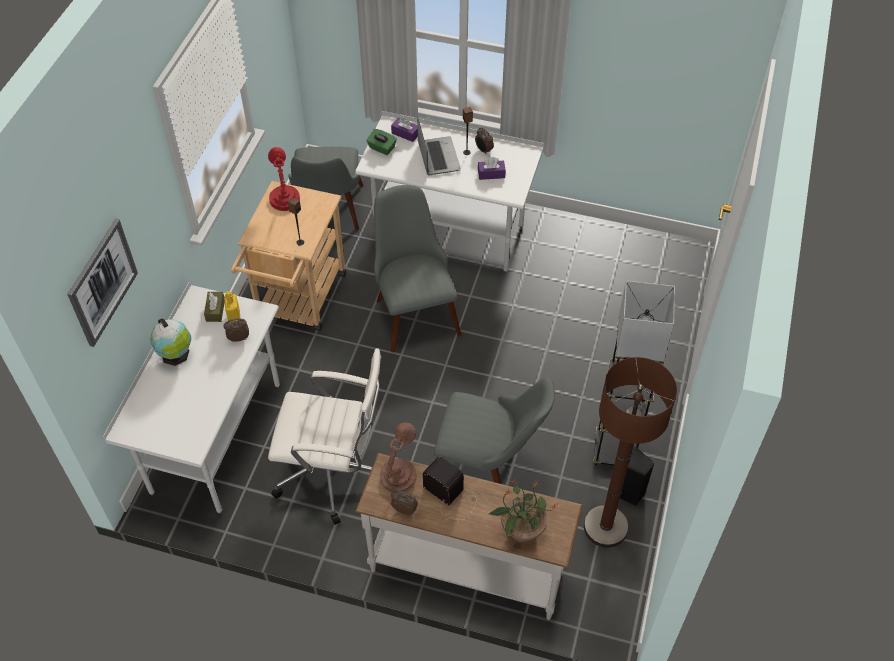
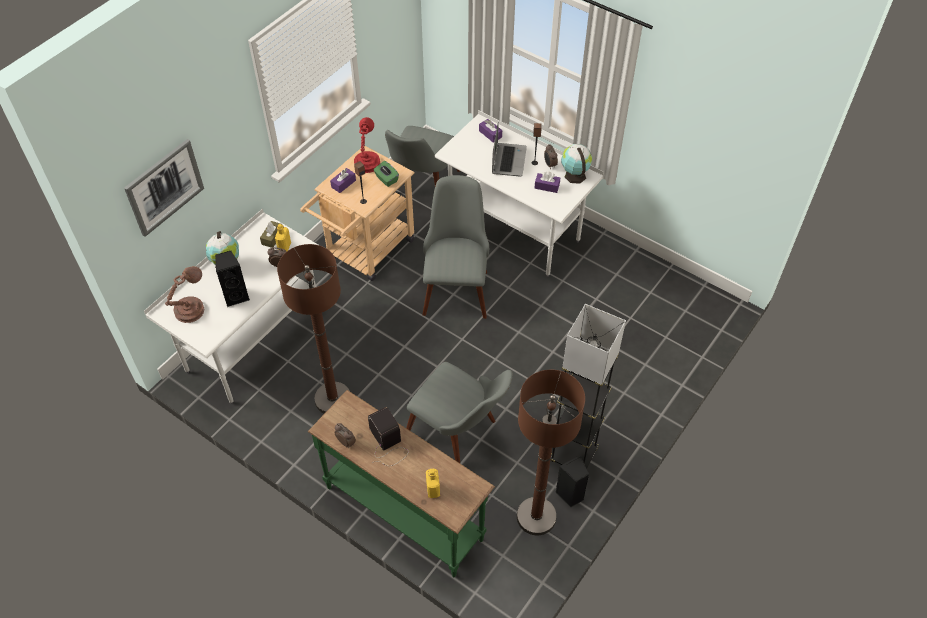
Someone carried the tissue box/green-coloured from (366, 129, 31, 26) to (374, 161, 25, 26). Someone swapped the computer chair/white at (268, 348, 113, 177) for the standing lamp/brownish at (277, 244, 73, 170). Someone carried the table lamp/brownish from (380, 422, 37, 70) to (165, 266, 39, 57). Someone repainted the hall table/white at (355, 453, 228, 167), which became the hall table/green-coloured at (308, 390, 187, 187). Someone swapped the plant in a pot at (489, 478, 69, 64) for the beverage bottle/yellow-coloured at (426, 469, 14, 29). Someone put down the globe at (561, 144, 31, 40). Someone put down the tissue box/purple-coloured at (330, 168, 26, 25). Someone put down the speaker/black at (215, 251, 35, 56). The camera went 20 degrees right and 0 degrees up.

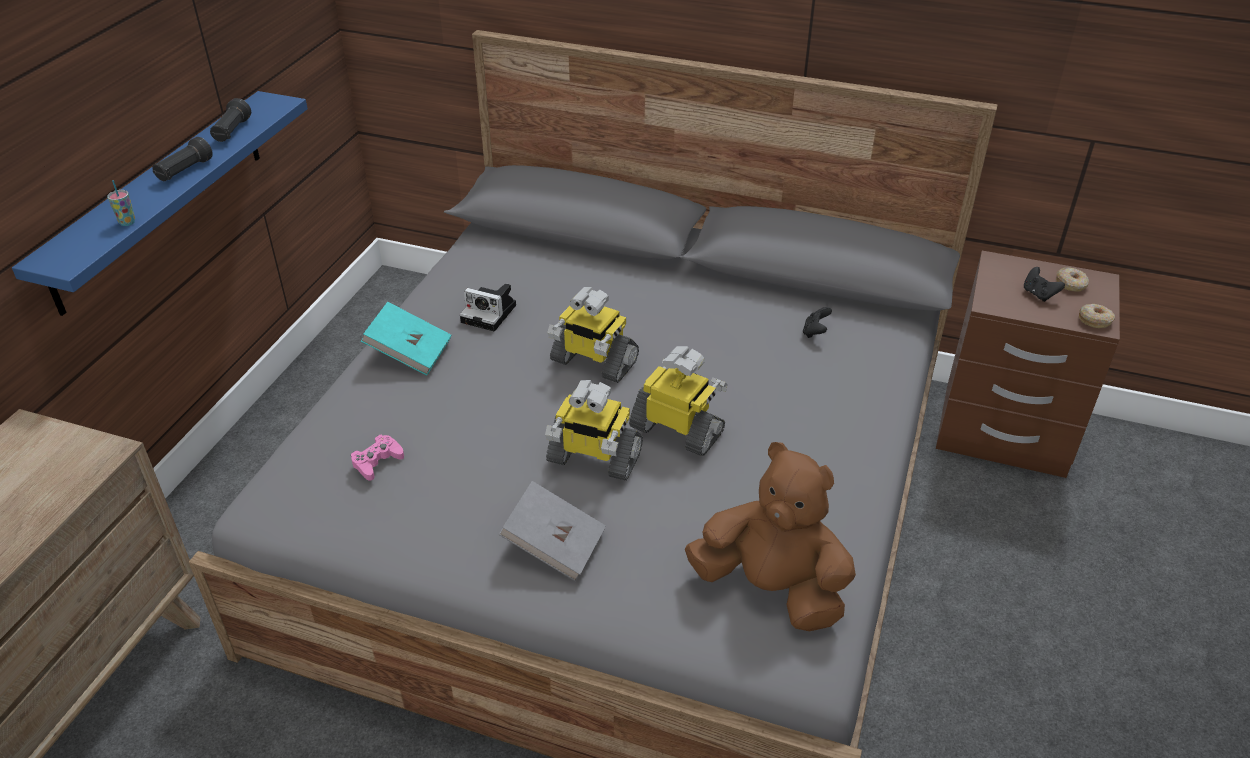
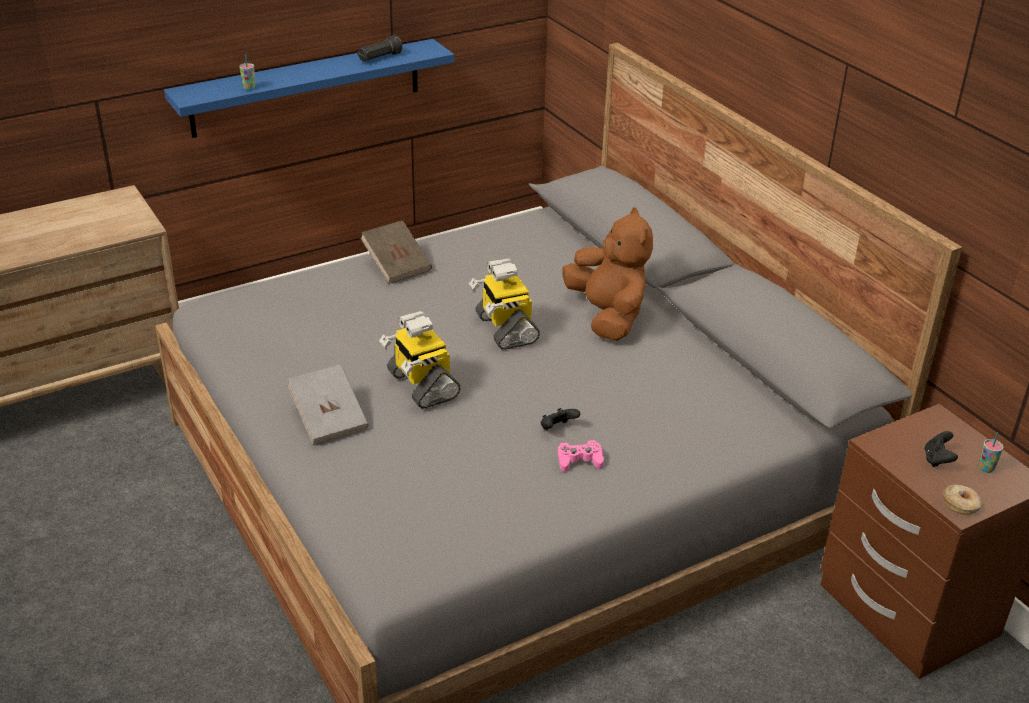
Someone took away the flashlight/black at (153, 137, 60, 44). Someone swapped the doughnut at (1056, 267, 33, 25) for the cup at (979, 433, 24, 40). Someone took away the still camera at (460, 283, 56, 48). Someone repainted the book/turquoise at (361, 302, 90, 74), which became the book/brownish at (360, 220, 72, 64). Someone carried the joypad/black from (803, 307, 29, 31) to (541, 408, 39, 22). Someone took away the toy robot at (629, 346, 98, 110). Someone carried the joypad/pinkish from (351, 435, 53, 46) to (558, 440, 46, 32). Someone carried the cuddly toy/brownish from (685, 442, 171, 189) to (562, 207, 91, 134). The camera went 40 degrees right and 5 degrees down.

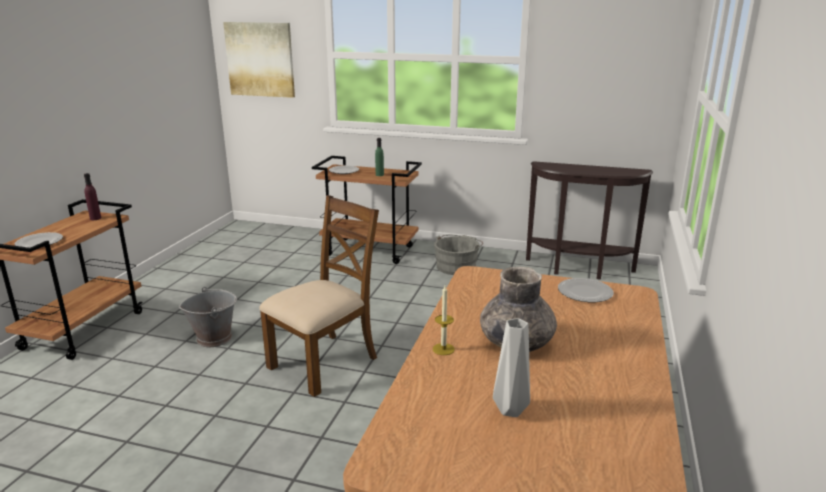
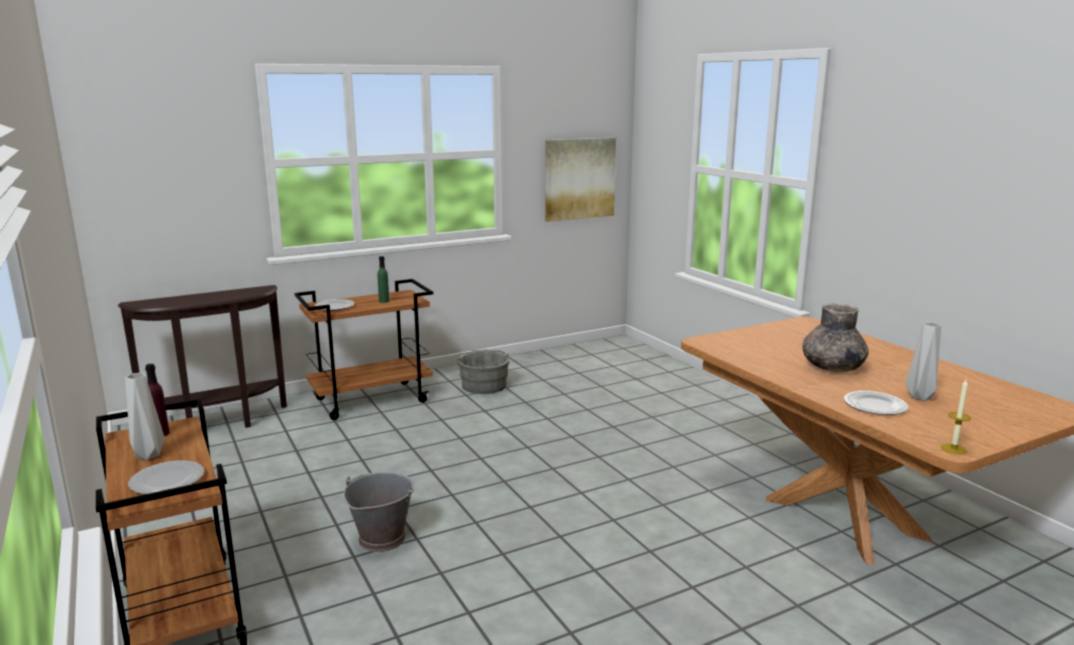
Someone carried the picture from (223, 22, 72, 76) to (545, 138, 71, 84). Someone carried the hall table/brownish from (526, 161, 127, 119) to (118, 285, 169, 143). Someone took away the upright chair/brownish at (259, 195, 120, 202). Someone carried the plate from (558, 278, 56, 24) to (844, 391, 64, 24). Someone carried the wax light from (433, 286, 22, 69) to (941, 380, 30, 74). Someone put down the decorative vase/grey at (125, 373, 40, 87). The camera went 45 degrees left and 5 degrees down.

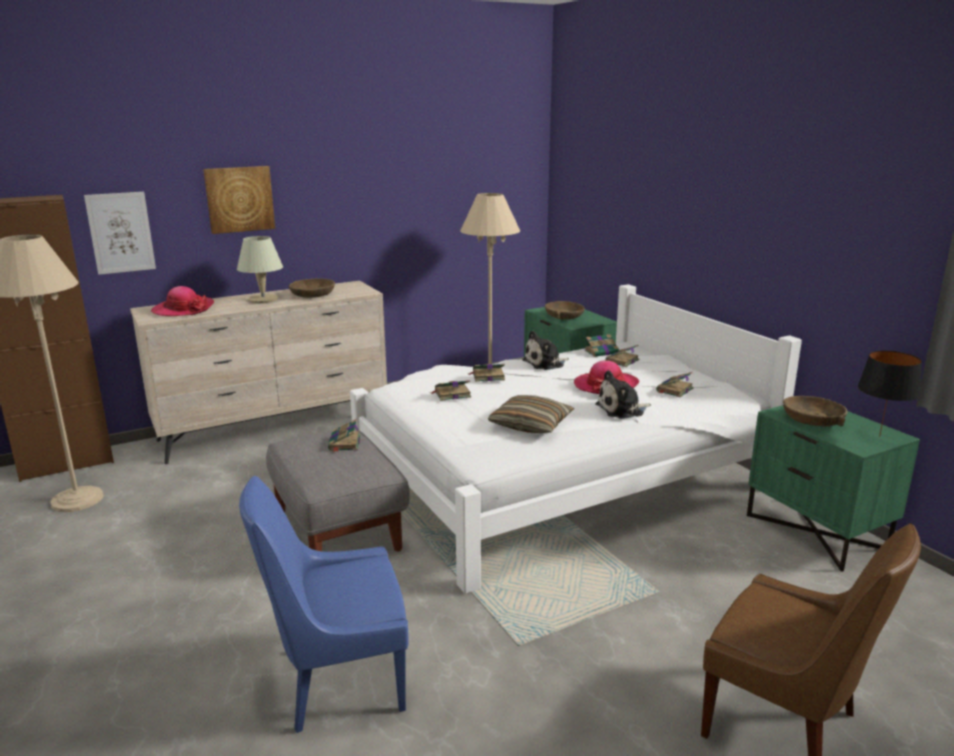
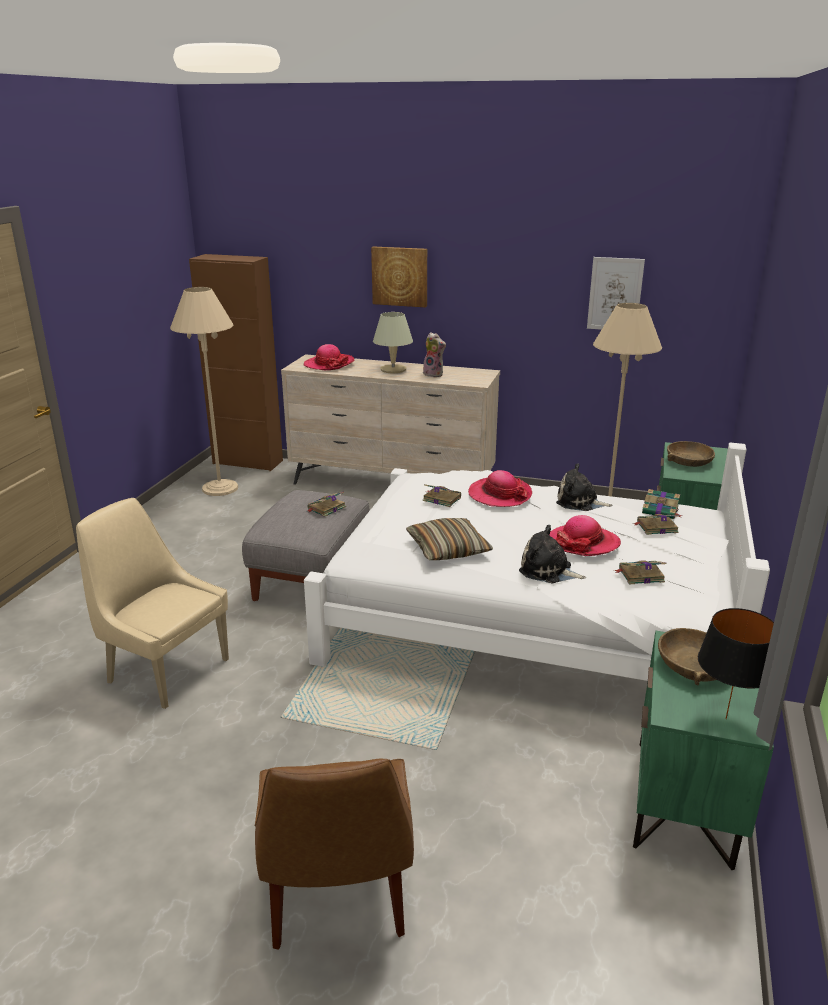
Someone carried the picture from (84, 192, 72, 83) to (587, 257, 58, 73). Someone swapped the bowl/brownish at (289, 279, 46, 19) for the cuddly toy at (423, 332, 23, 45). Someone swapped the book at (467, 364, 38, 18) for the wearable hat at (468, 470, 64, 37). Someone repainted the upright chair/bluish at (239, 476, 170, 257), which became the upright chair/beige-coloured at (76, 498, 153, 211). The camera went 45 degrees right and 5 degrees up.

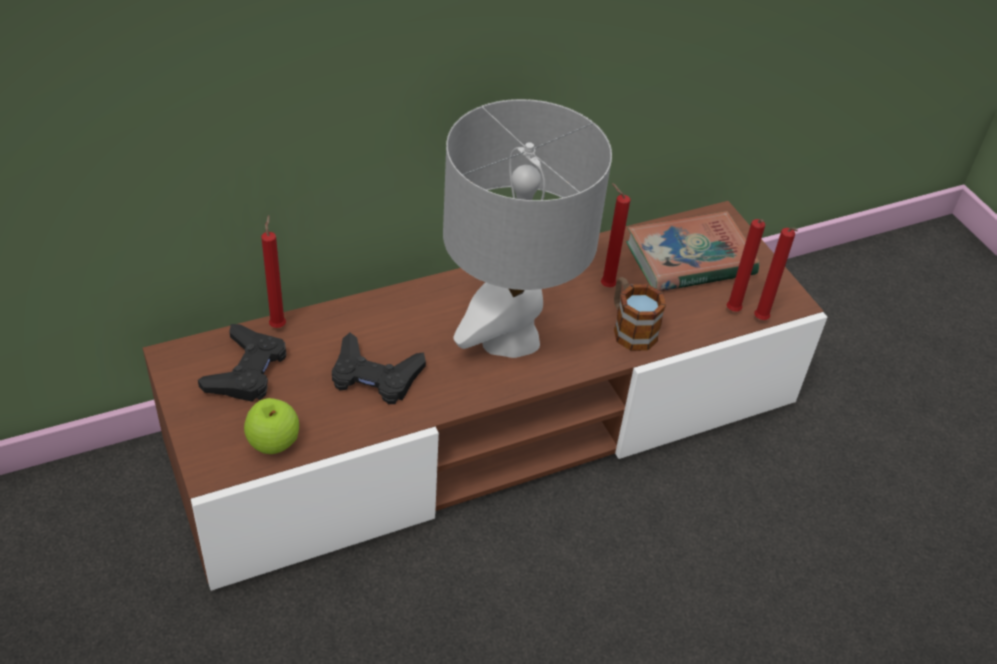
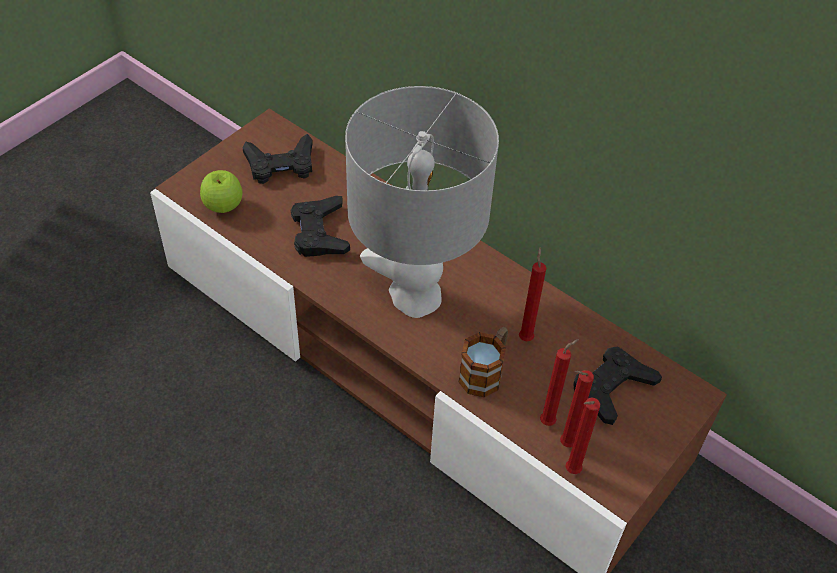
Someone swapped the book at (626, 211, 133, 80) for the joypad/black at (574, 346, 88, 79). Someone carried the wax light/red-coloured from (261, 215, 25, 113) to (540, 339, 39, 87). The camera went 65 degrees right and 5 degrees up.

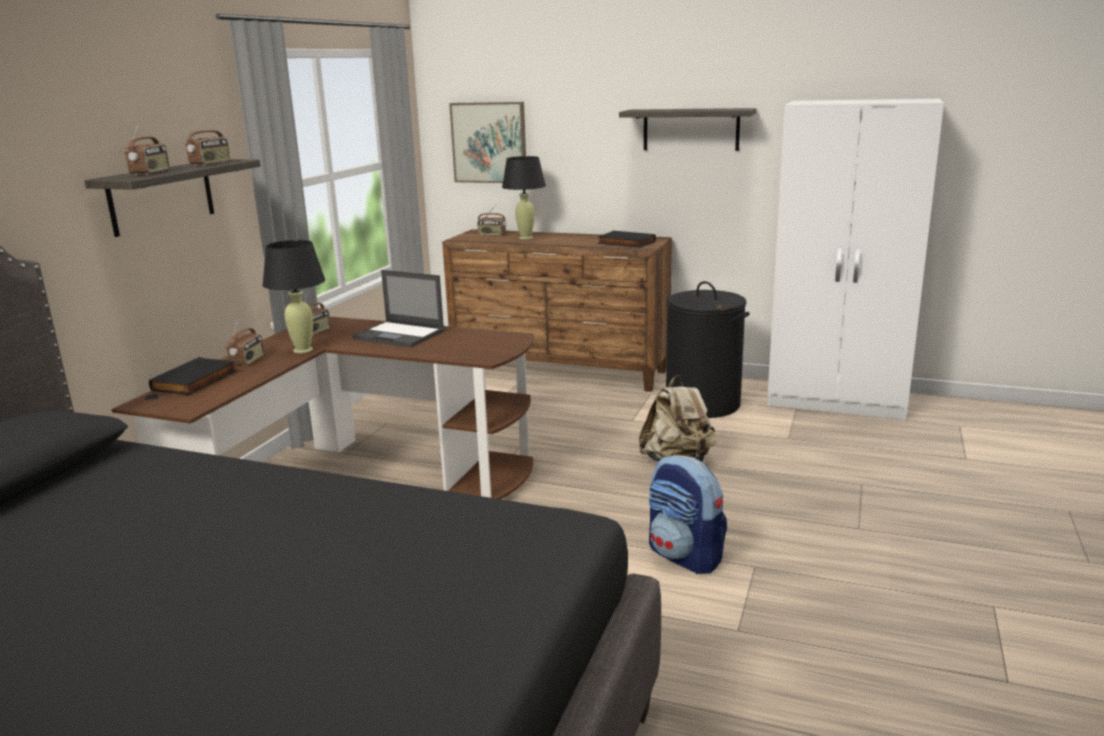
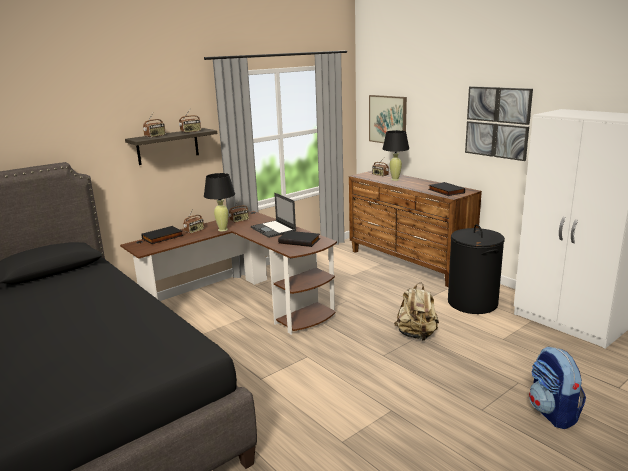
Someone swapped the shelf at (619, 108, 137, 43) for the picture at (465, 86, 68, 75). Someone carried the knapsack from (649, 455, 78, 119) to (529, 347, 57, 82). Someone put down the book/black at (278, 231, 42, 16). The camera went 30 degrees right and 0 degrees up.

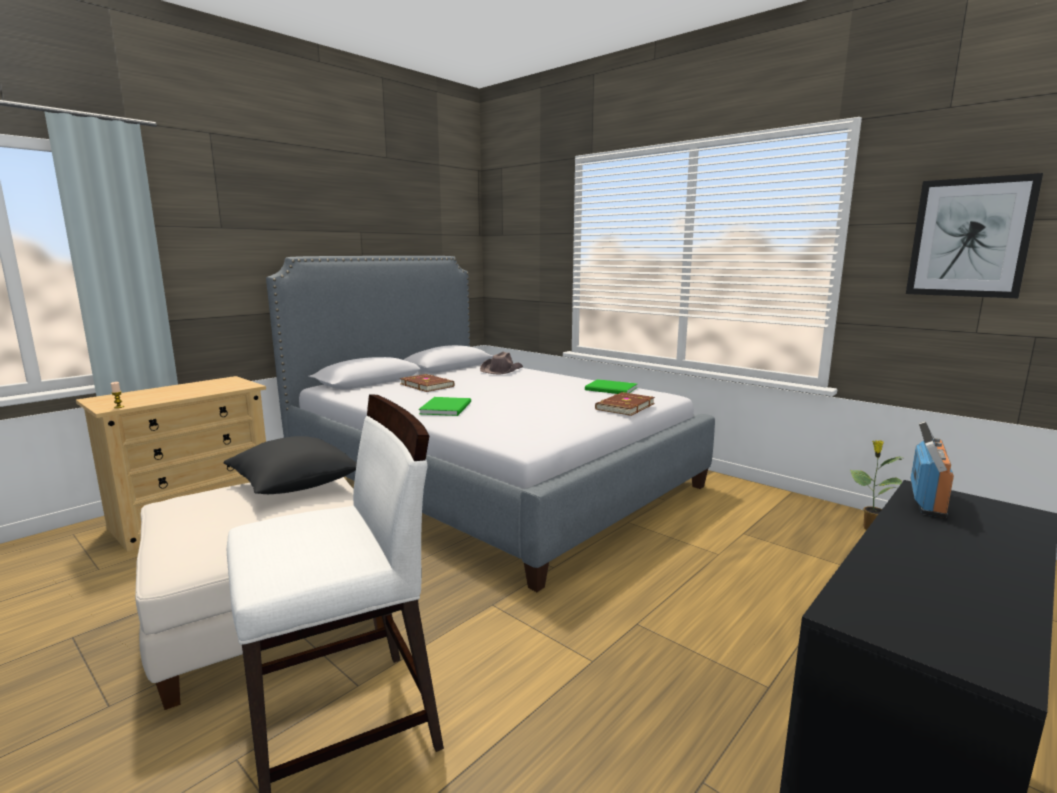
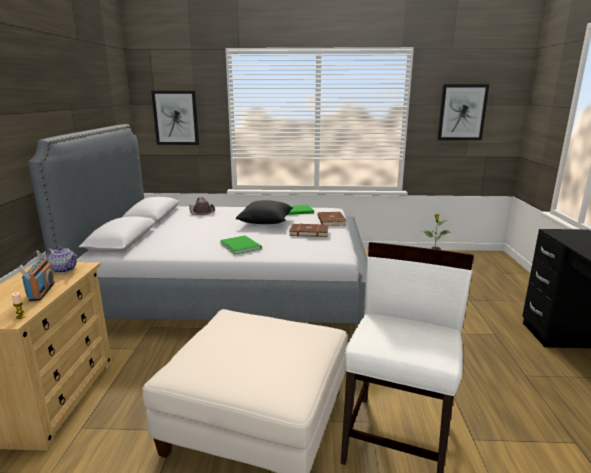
Someone carried the book/brownish from (400, 374, 55, 18) to (289, 224, 39, 13). Someone carried the radio receiver from (910, 421, 44, 97) to (17, 250, 38, 51). Someone carried the pillow/black from (223, 436, 134, 58) to (236, 200, 57, 24). Someone put up the picture at (151, 91, 48, 54). Someone put down the tea pot at (46, 246, 31, 27). The camera went 40 degrees left and 5 degrees up.

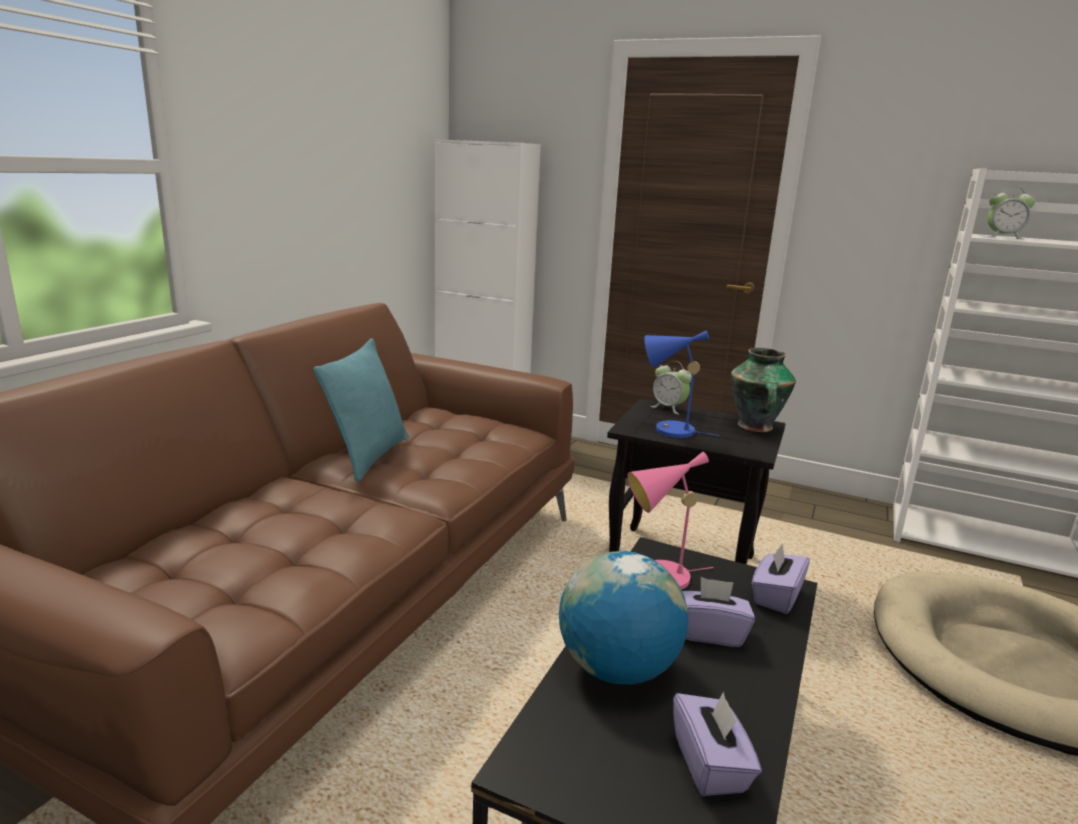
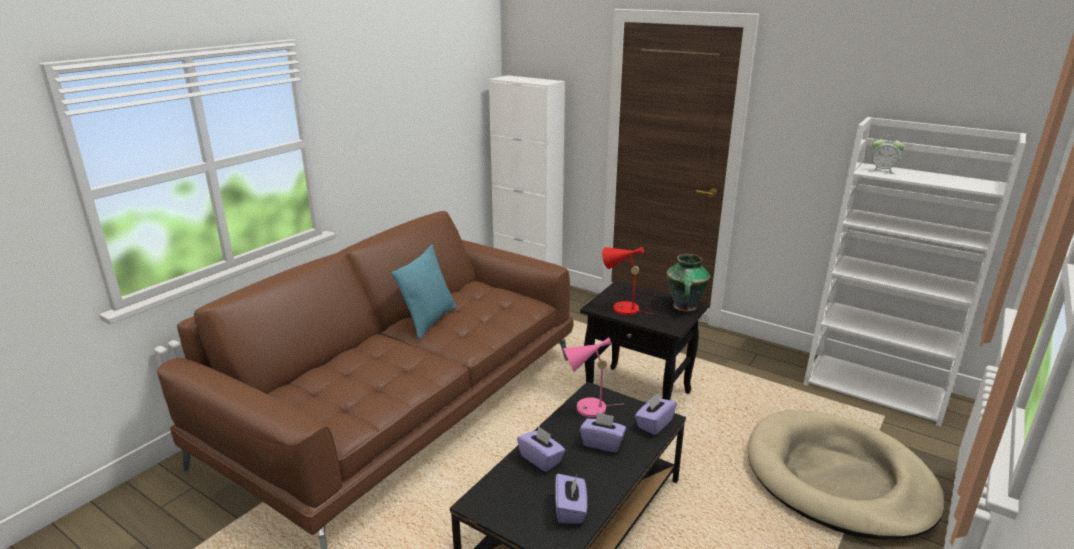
Someone repainted the table lamp/bluish at (645, 330, 74, 108), which became the table lamp/red-coloured at (602, 247, 50, 68). Someone took away the table clock at (650, 361, 42, 54). Someone swapped the globe at (559, 551, 129, 134) for the tissue box/purple-coloured at (517, 427, 48, 45). The camera went 10 degrees right and 5 degrees up.

